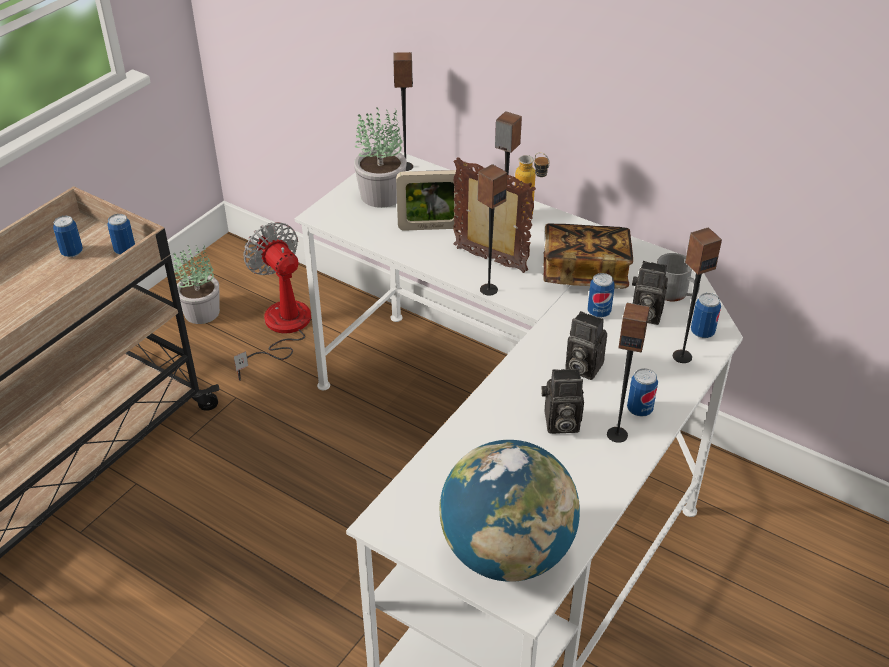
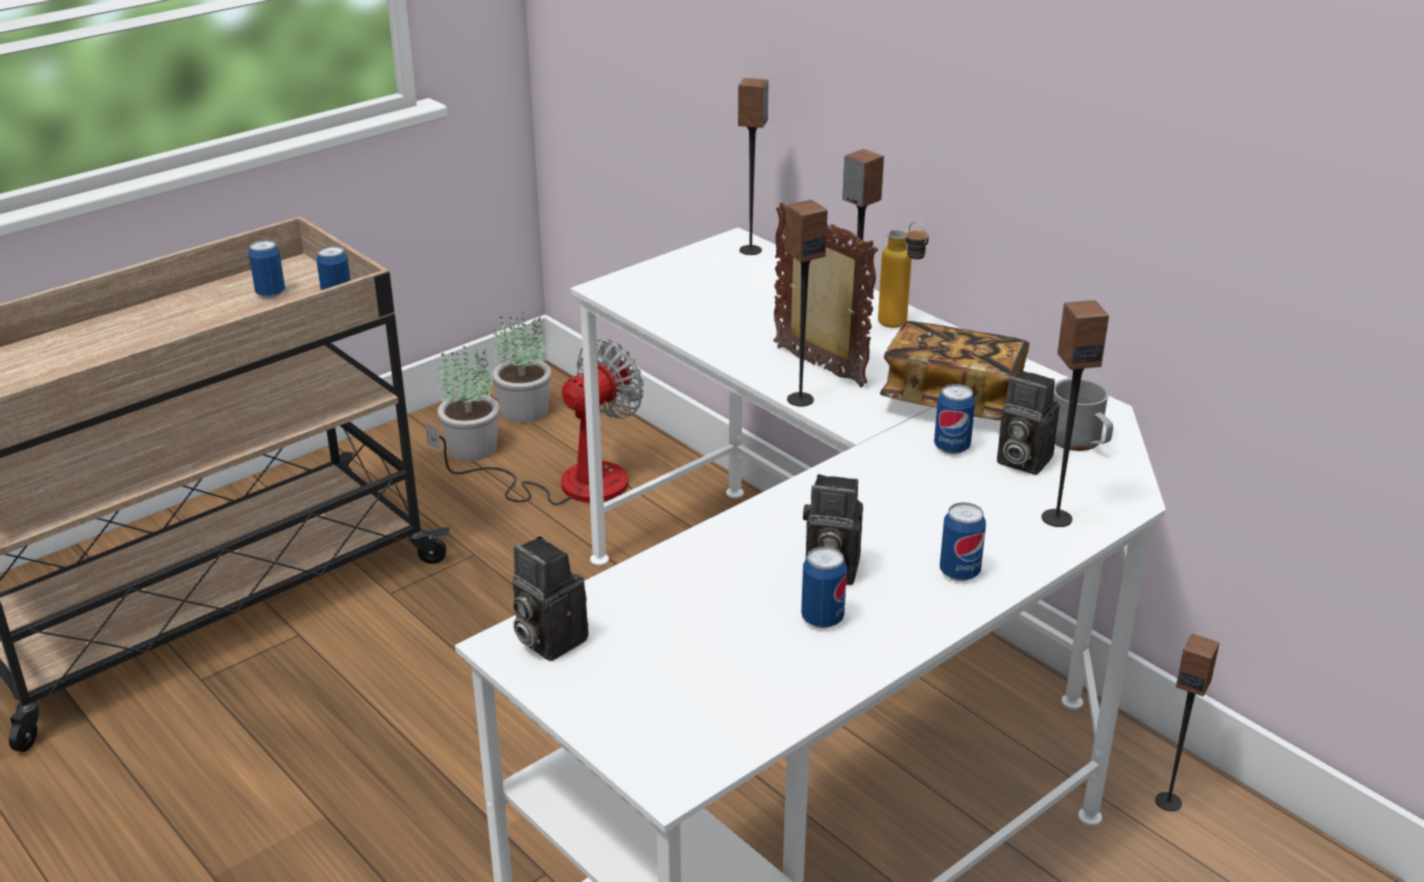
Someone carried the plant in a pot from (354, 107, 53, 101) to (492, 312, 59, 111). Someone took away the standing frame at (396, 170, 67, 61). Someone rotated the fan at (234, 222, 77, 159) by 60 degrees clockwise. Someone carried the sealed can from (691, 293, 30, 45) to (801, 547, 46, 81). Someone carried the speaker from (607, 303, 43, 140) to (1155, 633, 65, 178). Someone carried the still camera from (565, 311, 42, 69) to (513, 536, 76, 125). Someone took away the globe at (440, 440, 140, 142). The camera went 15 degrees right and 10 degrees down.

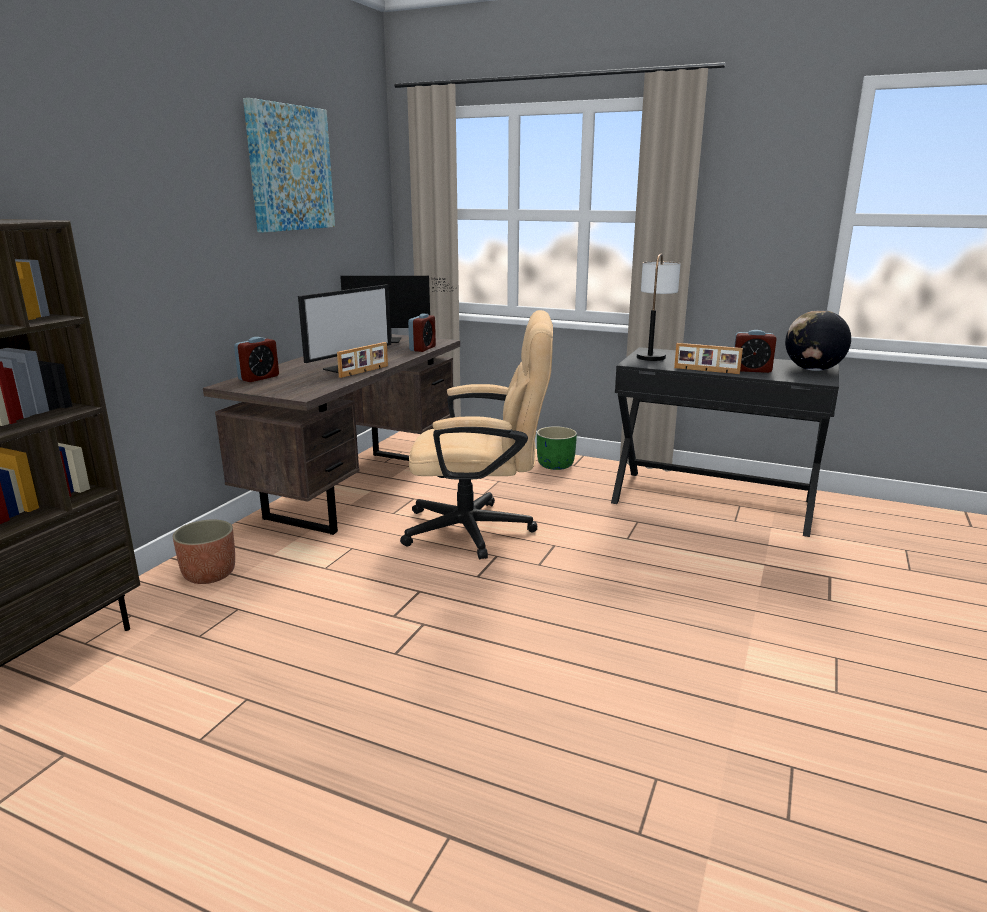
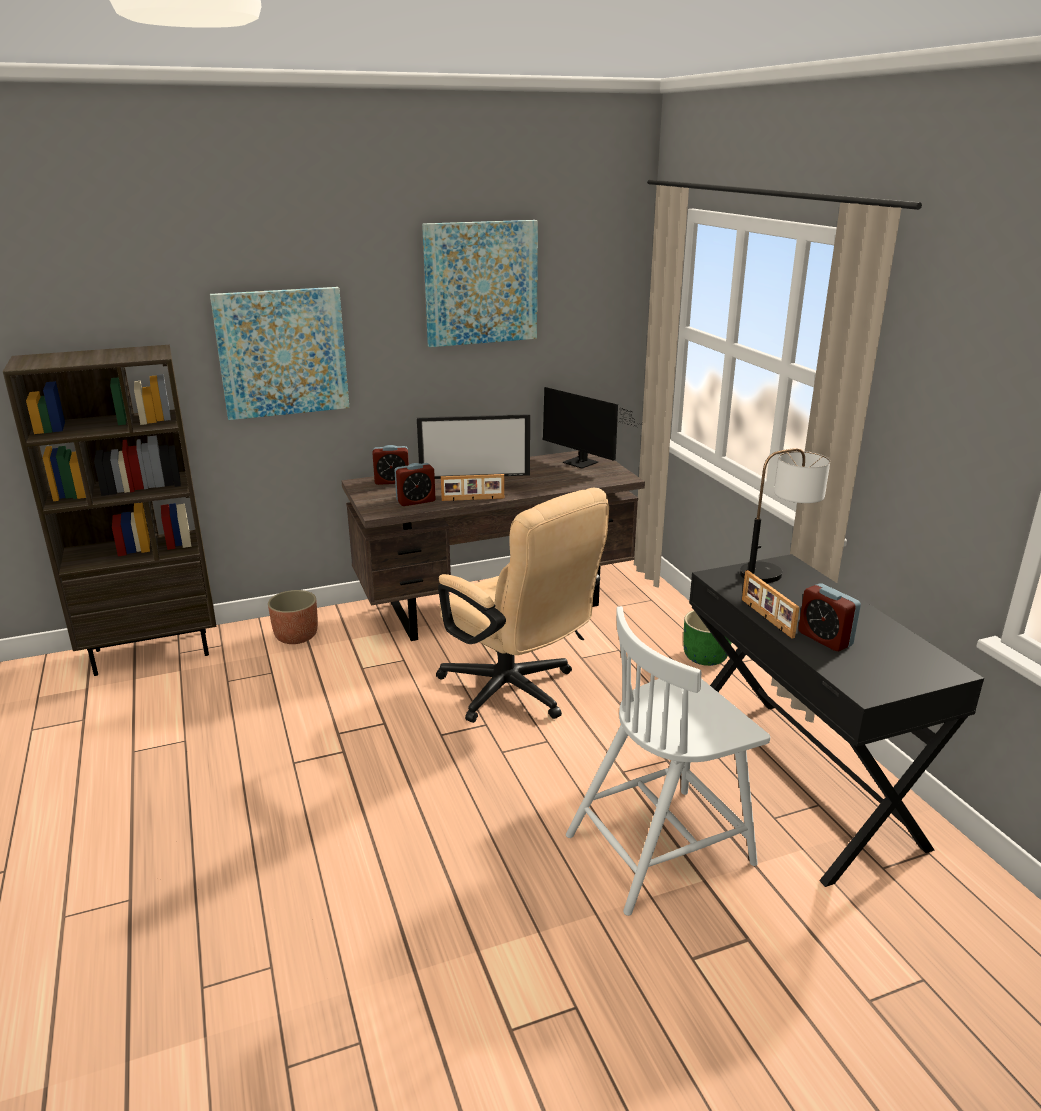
Someone took away the globe at (785, 310, 66, 61). Someone carried the table clock from (408, 313, 28, 39) to (394, 463, 42, 43). Someone put up the picture at (210, 287, 139, 133). Someone put down the upright chair/white at (566, 606, 204, 310). The camera went 45 degrees right and 5 degrees up.

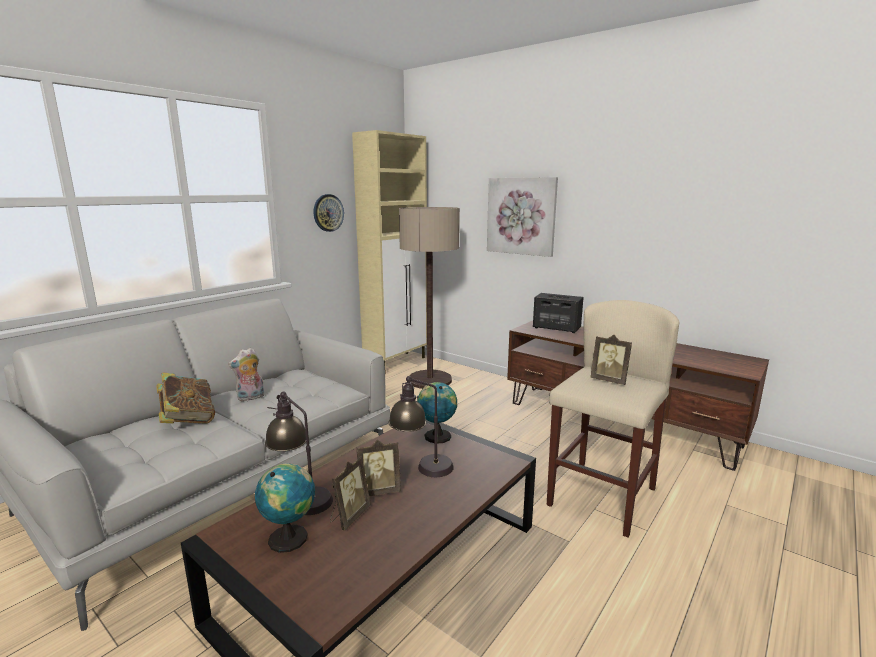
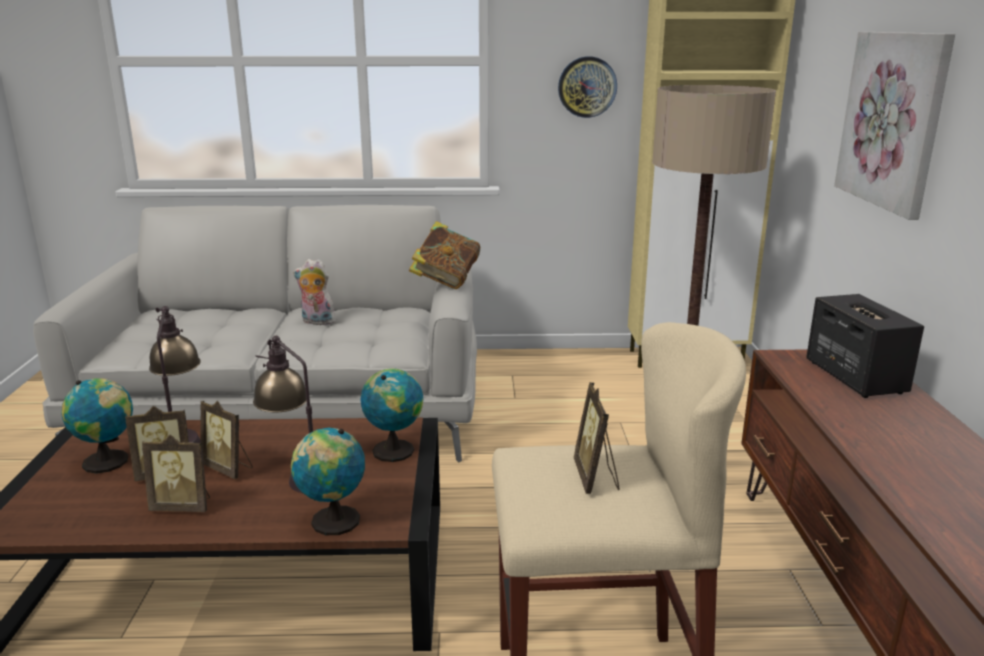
Someone carried the book from (156, 372, 59, 52) to (409, 221, 71, 68). Someone put down the globe at (291, 427, 74, 108). Someone put down the standing frame at (142, 435, 68, 77). The camera went 50 degrees right and 5 degrees up.

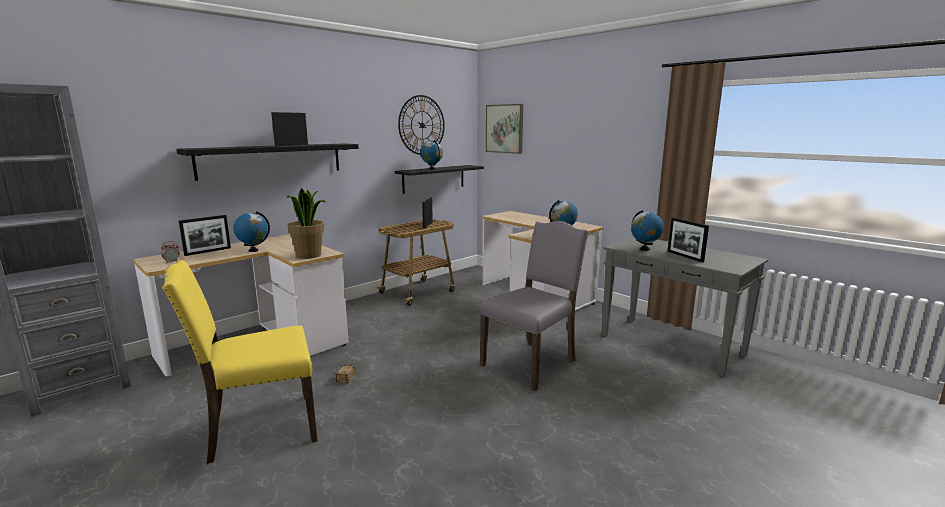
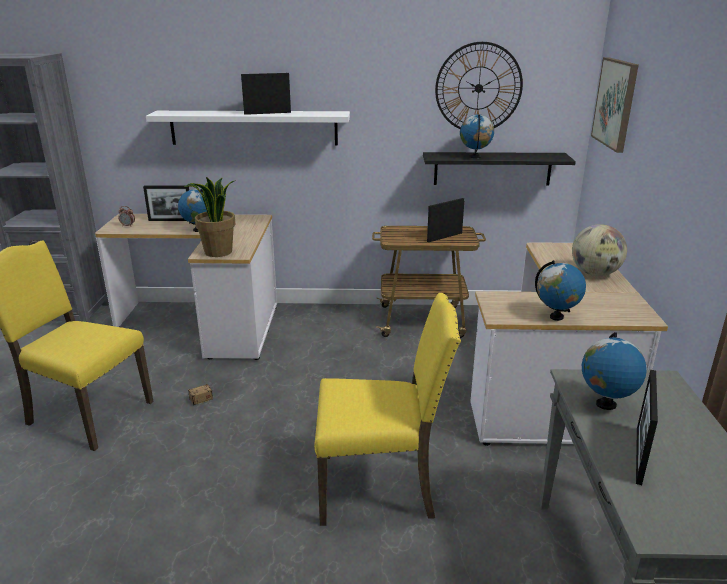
Someone repainted the shelf/black at (177, 143, 182, 38), which became the shelf/white at (146, 111, 204, 35). Someone repainted the upright chair/grey at (480, 221, 108, 170), which became the upright chair/yellow-coloured at (314, 293, 147, 233). Someone put down the globe at (572, 224, 55, 52). The camera went 45 degrees right and 10 degrees up.

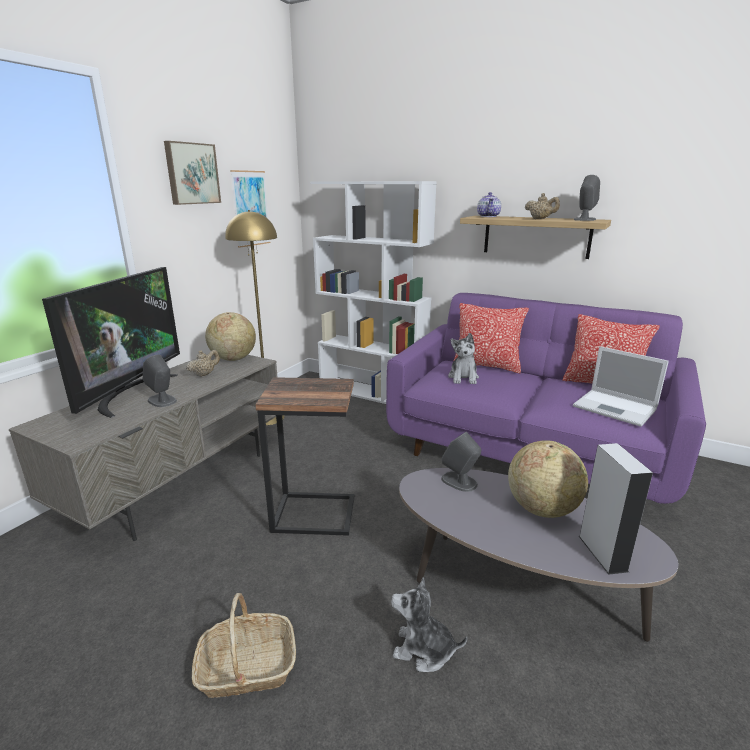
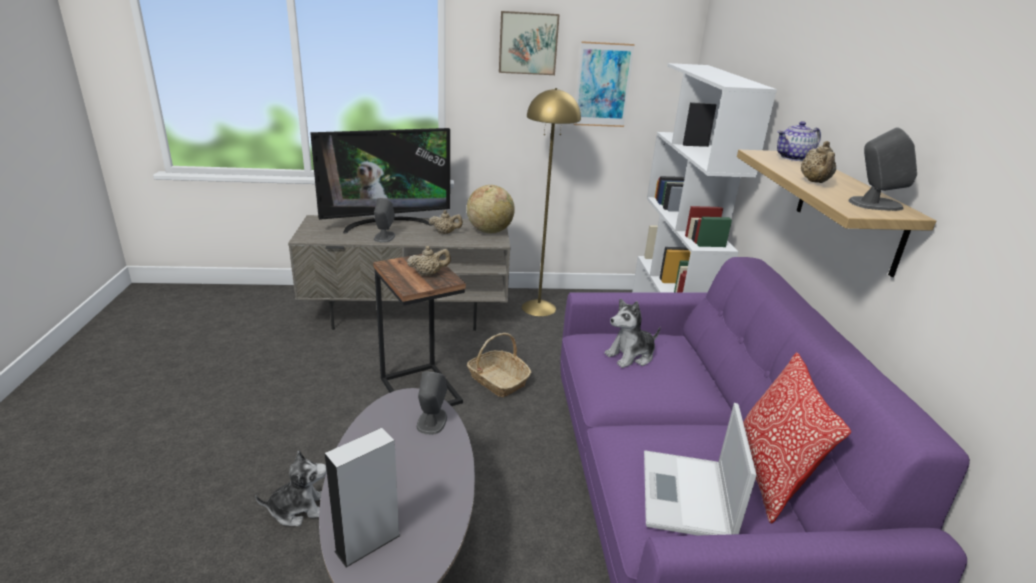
Someone took away the pillow at (453, 303, 76, 70). Someone took away the globe at (508, 440, 80, 78). Someone rotated the cuddly toy at (391, 577, 76, 95) by 90 degrees clockwise. Someone carried the basket from (192, 593, 104, 105) to (467, 333, 64, 64). Someone put down the tea pot/beige-coloured at (407, 246, 44, 30). The camera went 55 degrees right and 5 degrees up.

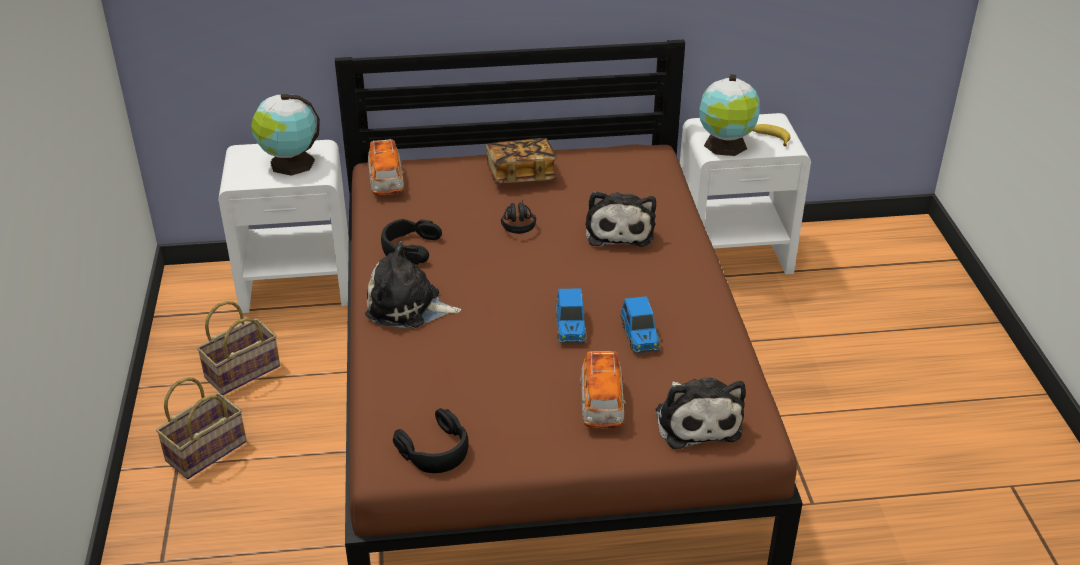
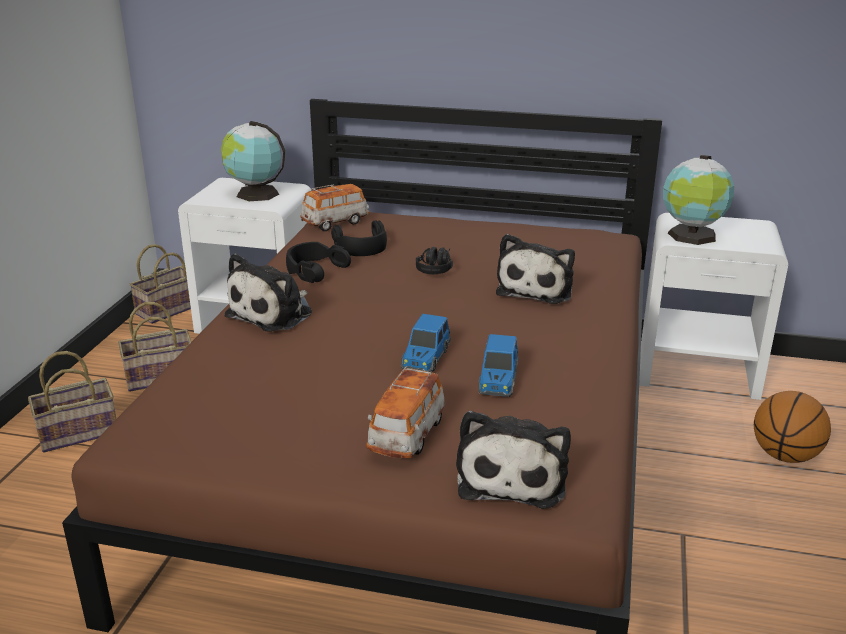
Someone took away the whole banana at (752, 124, 38, 22). Someone took away the book at (486, 138, 71, 45). Someone rotated the miniature car at (368, 139, 36, 56) by 135 degrees counterclockwise. Someone rotated the cuddly toy at (365, 241, 96, 87) by 90 degrees counterclockwise. Someone carried the headset/black from (393, 408, 76, 65) to (331, 220, 56, 36). Someone put down the basket at (129, 244, 62, 80). Someone put down the basketball ball at (754, 391, 77, 72). The camera went 20 degrees right and 10 degrees down.

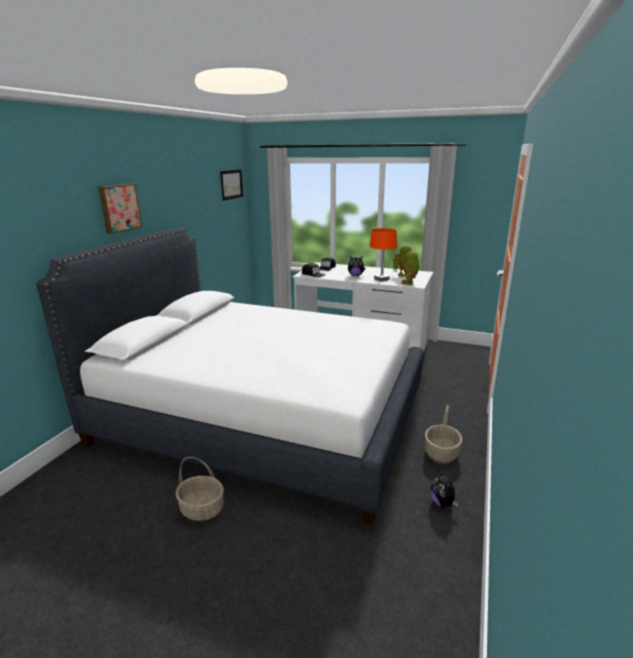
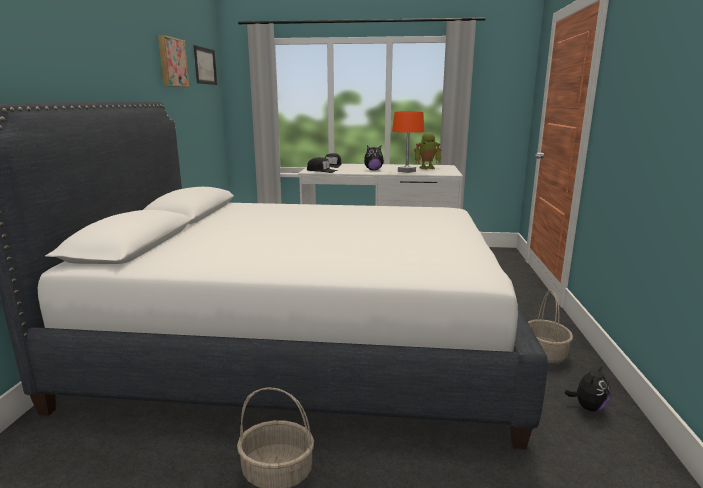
Someone carried the picture from (98, 184, 44, 50) to (158, 35, 31, 52). Someone took away the toy robot at (401, 251, 19, 34). Someone rotated the cuddly toy at (430, 470, 28, 38) by 105 degrees counterclockwise. The camera went 15 degrees left and 5 degrees down.

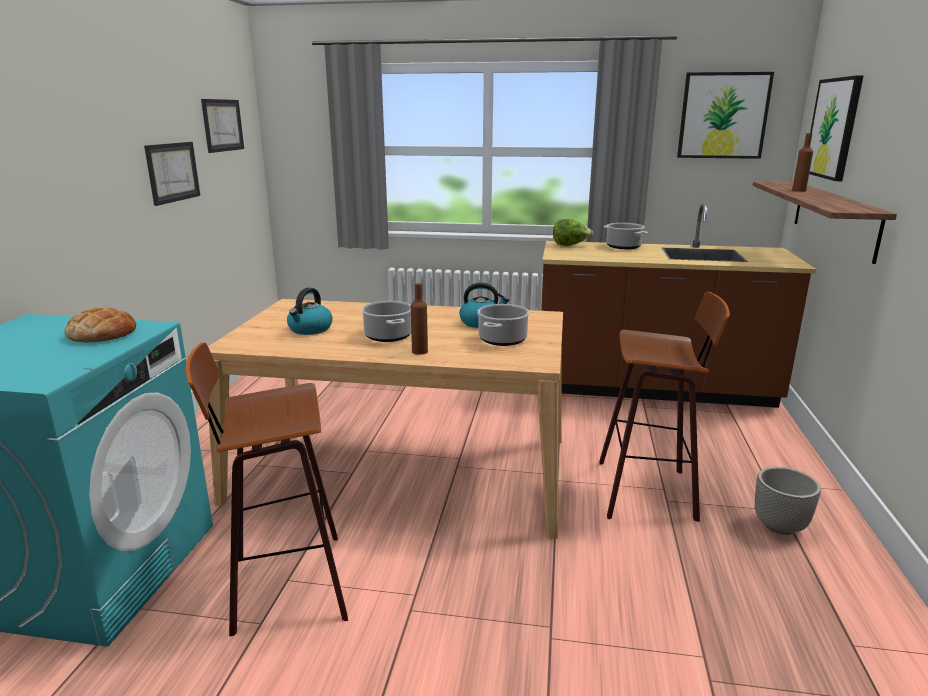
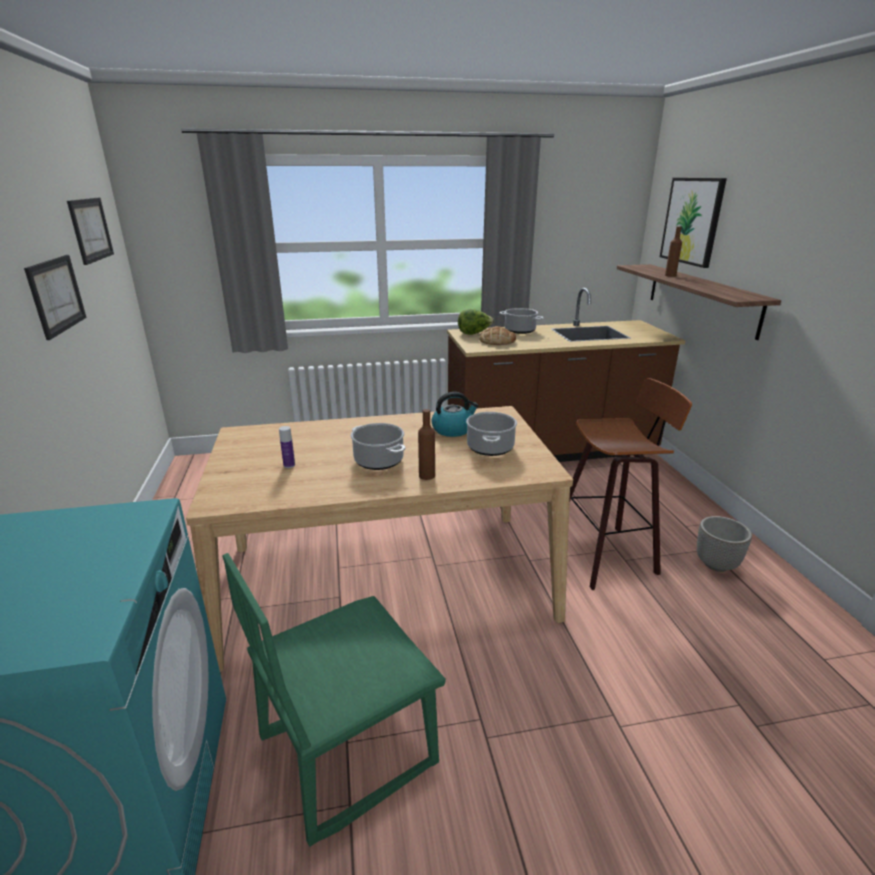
Someone took away the picture at (677, 72, 97, 87). Someone swapped the water kettle at (287, 288, 46, 47) for the beverage bottle at (279, 426, 16, 42). Someone carried the baked bread from (64, 307, 72, 35) to (479, 326, 37, 19). Someone swapped the stool at (186, 343, 162, 294) for the upright chair/green-coloured at (222, 553, 224, 294). The camera went 20 degrees left and 5 degrees up.

